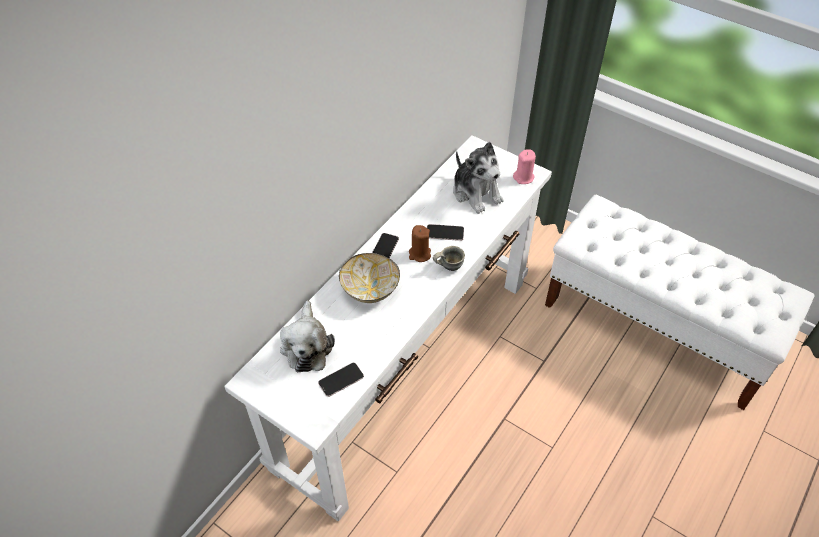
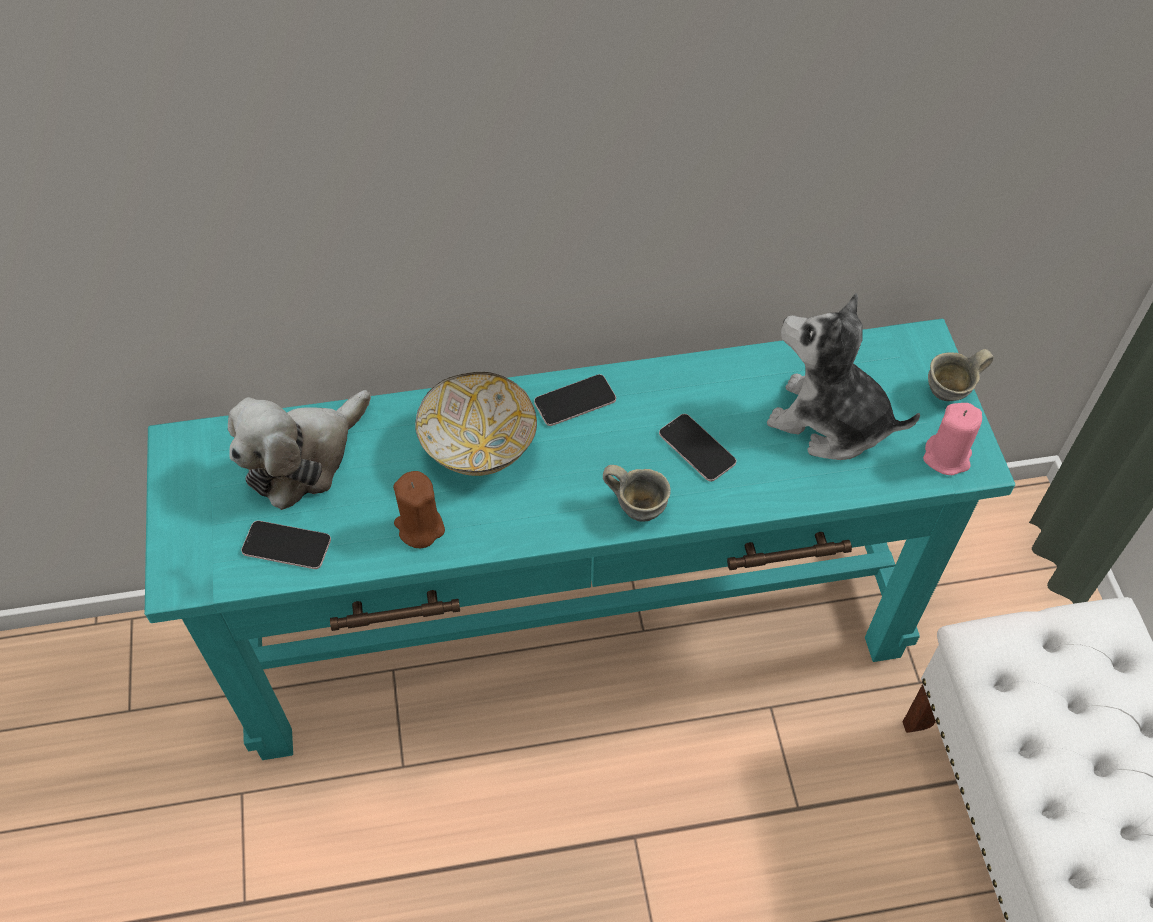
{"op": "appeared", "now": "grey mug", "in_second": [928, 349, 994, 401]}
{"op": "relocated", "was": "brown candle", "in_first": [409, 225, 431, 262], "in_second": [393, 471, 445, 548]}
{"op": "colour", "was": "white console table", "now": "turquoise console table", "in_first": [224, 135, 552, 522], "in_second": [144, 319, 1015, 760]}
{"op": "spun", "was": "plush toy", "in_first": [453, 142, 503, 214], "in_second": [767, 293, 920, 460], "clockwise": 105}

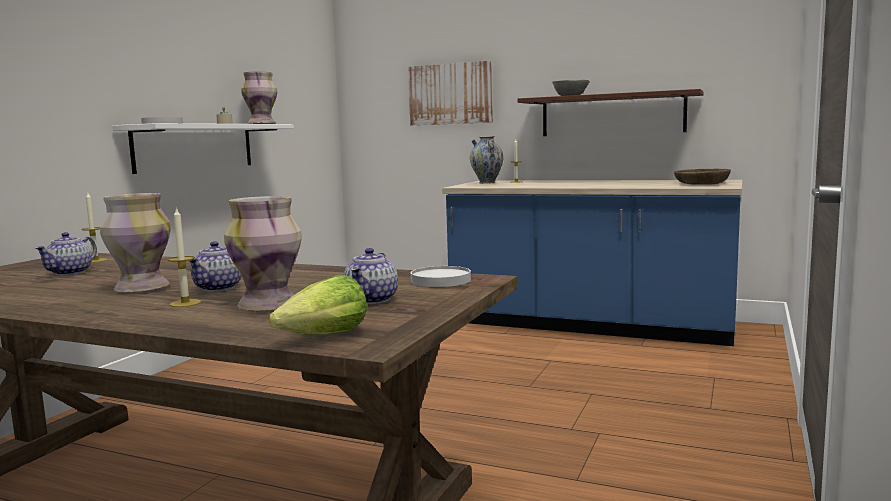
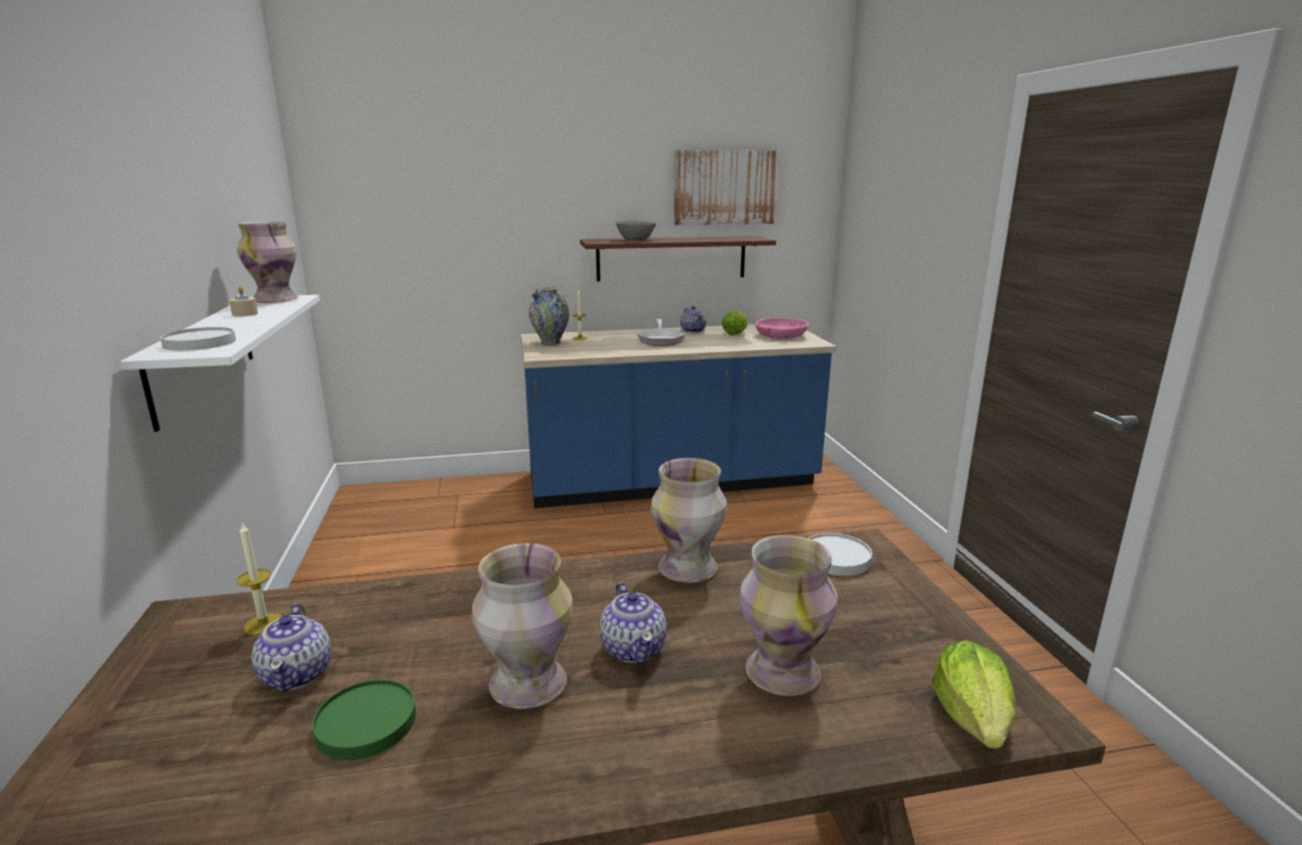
{"op": "missing", "was": "candle", "in_first": [168, 207, 201, 307]}
{"op": "appeared", "now": "green plate", "in_second": [312, 679, 416, 760]}
{"op": "appeared", "now": "frying pan", "in_second": [637, 319, 686, 346]}
{"op": "appeared", "now": "vase", "in_second": [651, 458, 727, 583]}
{"op": "appeared", "now": "lettuce", "in_second": [721, 311, 747, 335]}
{"op": "relocated", "was": "teapot", "in_first": [344, 248, 398, 304], "in_second": [680, 306, 706, 333]}
{"op": "relocated", "was": "picture", "in_first": [408, 61, 493, 125], "in_second": [674, 150, 780, 225]}
{"op": "colour", "was": "brown bowl", "now": "pink bowl", "in_first": [674, 169, 731, 185], "in_second": [755, 318, 809, 339]}

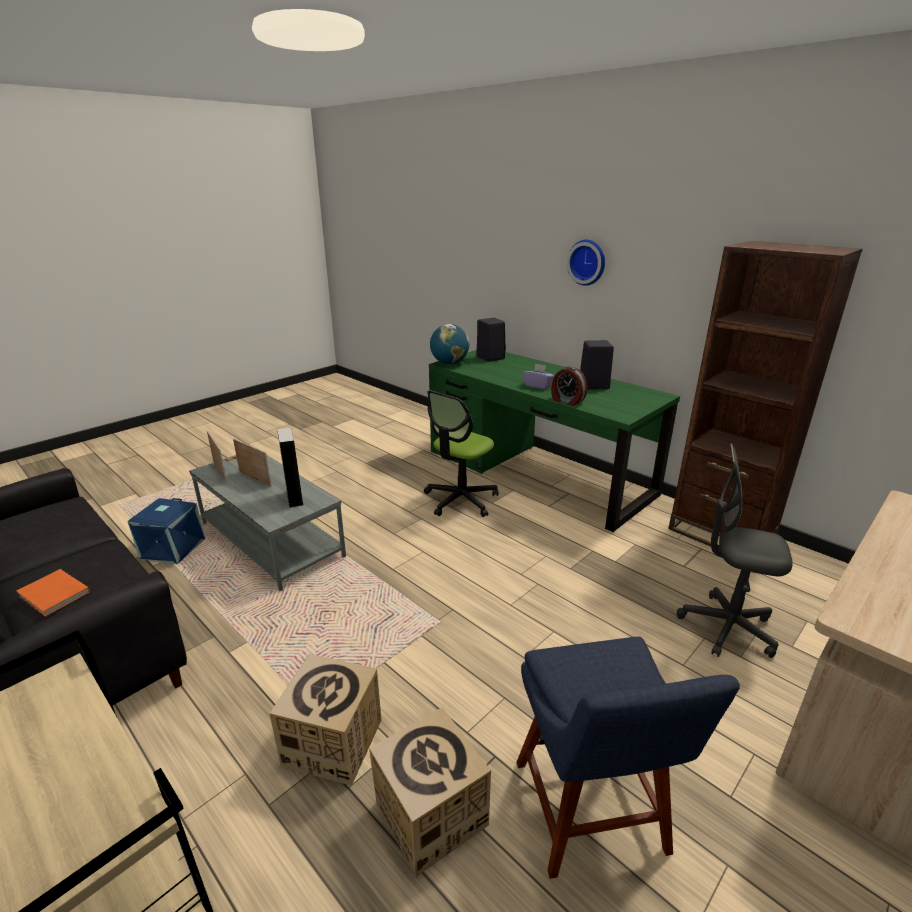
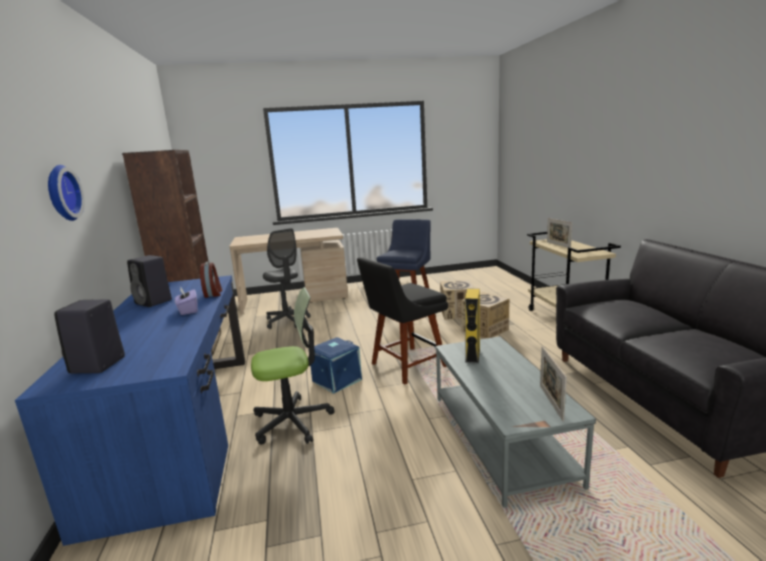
{"op": "missing", "was": "orange book", "in_first": [16, 569, 90, 617]}
{"op": "missing", "was": "globe", "in_first": [430, 324, 469, 364]}
{"op": "appeared", "now": "black chair", "in_second": [357, 257, 448, 385]}
{"op": "relocated", "was": "blue storage box", "in_first": [128, 498, 205, 564], "in_second": [310, 337, 362, 394]}
{"op": "relocated", "was": "picture frame", "in_first": [233, 439, 272, 487], "in_second": [547, 218, 572, 248]}
{"op": "colour", "was": "grey speaker", "now": "yellow speaker", "in_first": [277, 427, 304, 508], "in_second": [465, 289, 480, 363]}
{"op": "colour", "was": "green desk", "now": "blue desk", "in_first": [429, 350, 680, 532], "in_second": [15, 275, 245, 546]}

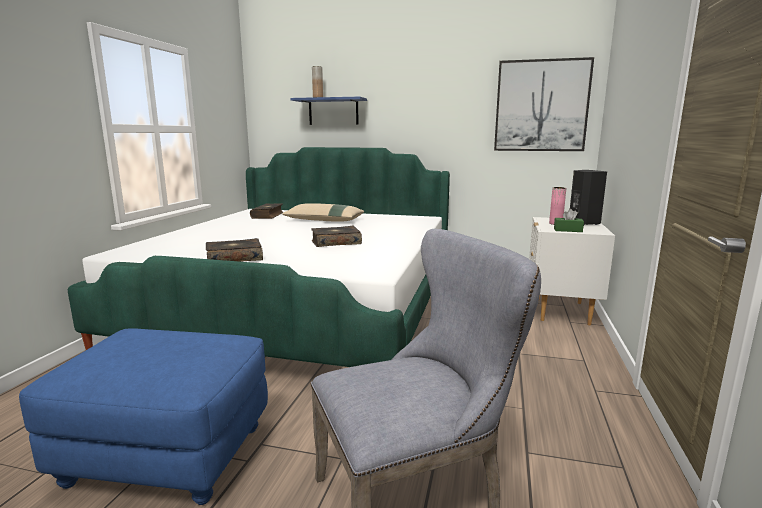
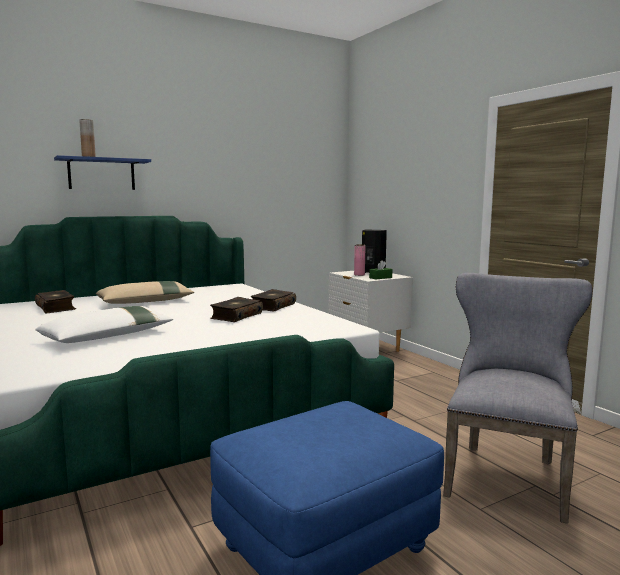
{"op": "missing", "was": "picture", "in_first": [494, 57, 594, 151]}
{"op": "appeared", "now": "white pillow", "in_second": [35, 306, 173, 343]}
{"op": "relocated", "was": "book", "in_first": [206, 238, 263, 262], "in_second": [250, 289, 296, 312]}

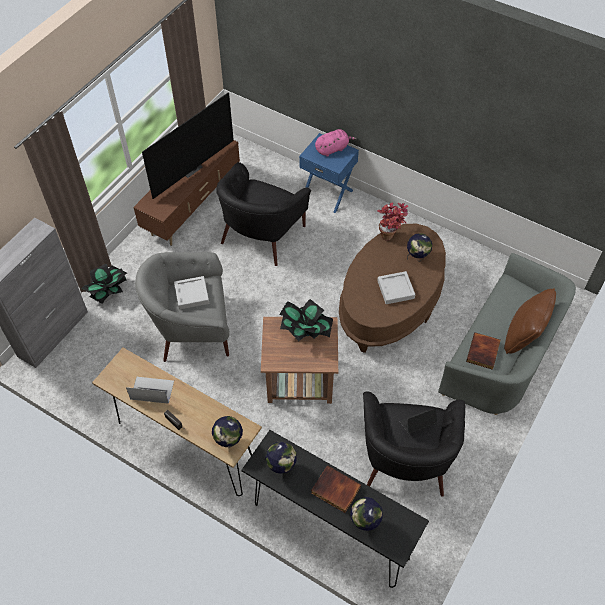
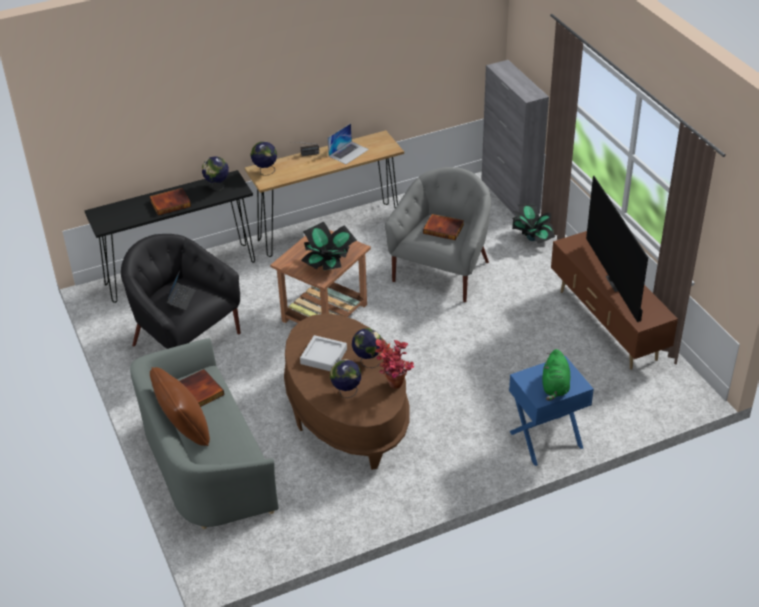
{"op": "missing", "was": "black armchair", "in_first": [216, 162, 311, 266]}
{"op": "relocated", "was": "globe", "in_first": [350, 497, 383, 531], "in_second": [352, 328, 382, 368]}
{"op": "exchanged", "was": "grey tray", "now": "book", "in_first": [174, 276, 209, 310], "in_second": [423, 214, 464, 240]}
{"op": "colour", "was": "pink plush toy", "now": "green plush toy", "in_first": [315, 129, 357, 157], "in_second": [542, 349, 570, 401]}

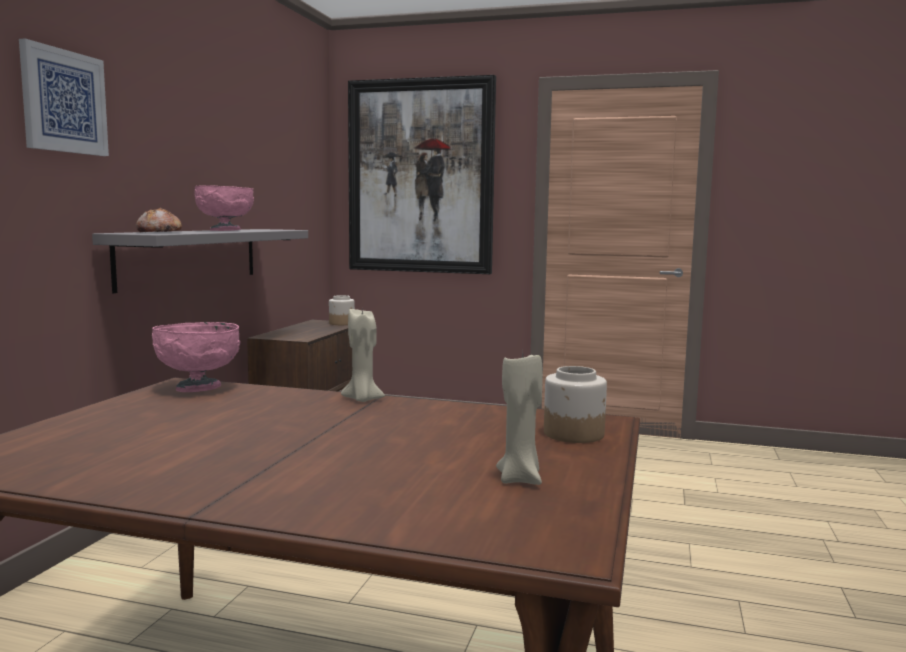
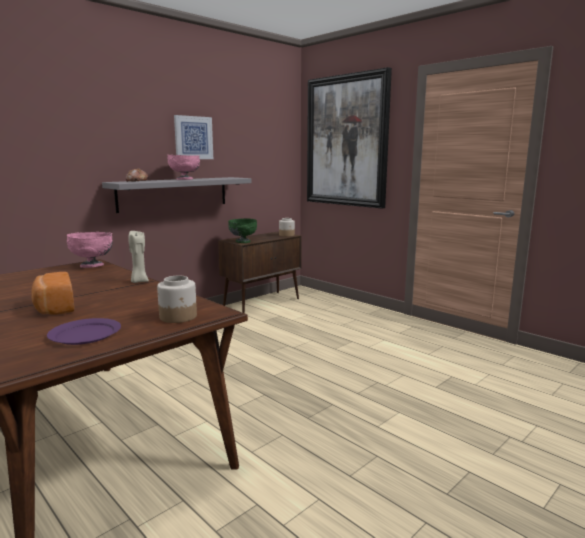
{"op": "appeared", "now": "bread", "in_second": [31, 272, 74, 315]}
{"op": "appeared", "now": "green bowl", "in_second": [228, 218, 257, 243]}
{"op": "relocated", "was": "picture", "in_first": [19, 39, 109, 156], "in_second": [174, 115, 213, 159]}
{"op": "exchanged", "was": "beige candle", "now": "purple plate", "in_first": [496, 352, 543, 485], "in_second": [47, 318, 121, 345]}

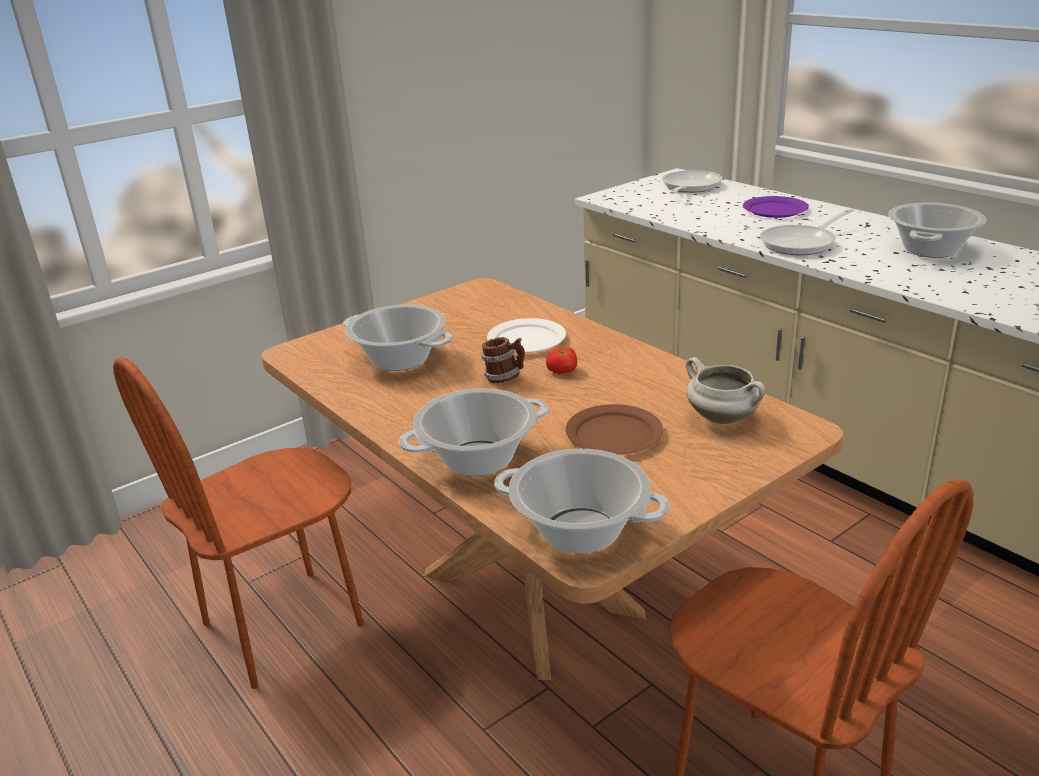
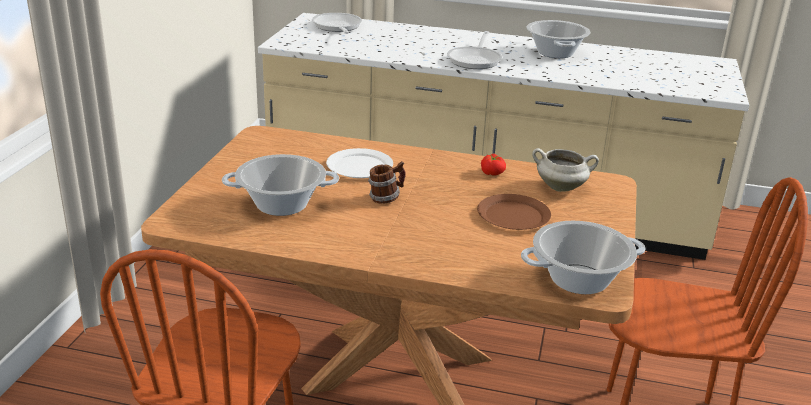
{"op": "missing", "was": "cooking pot", "in_first": [399, 388, 549, 476]}
{"op": "missing", "was": "purple plate", "in_first": [743, 196, 809, 218]}
{"op": "relocated", "was": "tomato", "in_first": [546, 347, 577, 374], "in_second": [481, 154, 506, 176]}

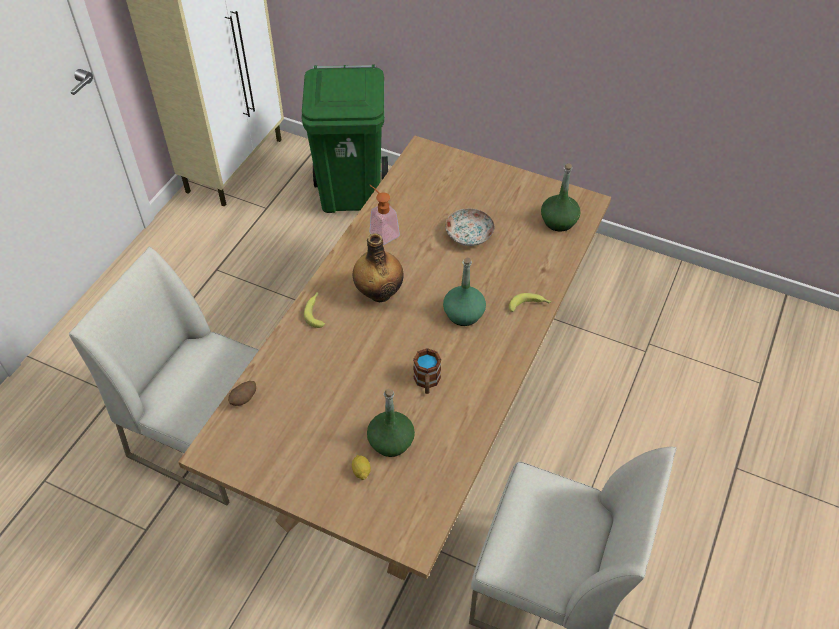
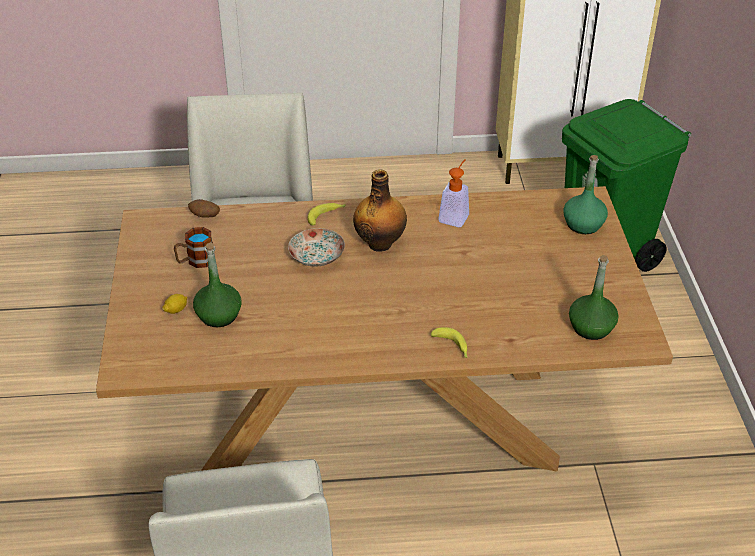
{"op": "relocated", "was": "mug", "in_first": [413, 348, 441, 394], "in_second": [174, 227, 213, 268]}
{"op": "relocated", "was": "green bottle", "in_first": [443, 258, 486, 326], "in_second": [563, 155, 608, 234]}
{"op": "relocated", "was": "plate", "in_first": [445, 208, 494, 246], "in_second": [288, 228, 345, 267]}

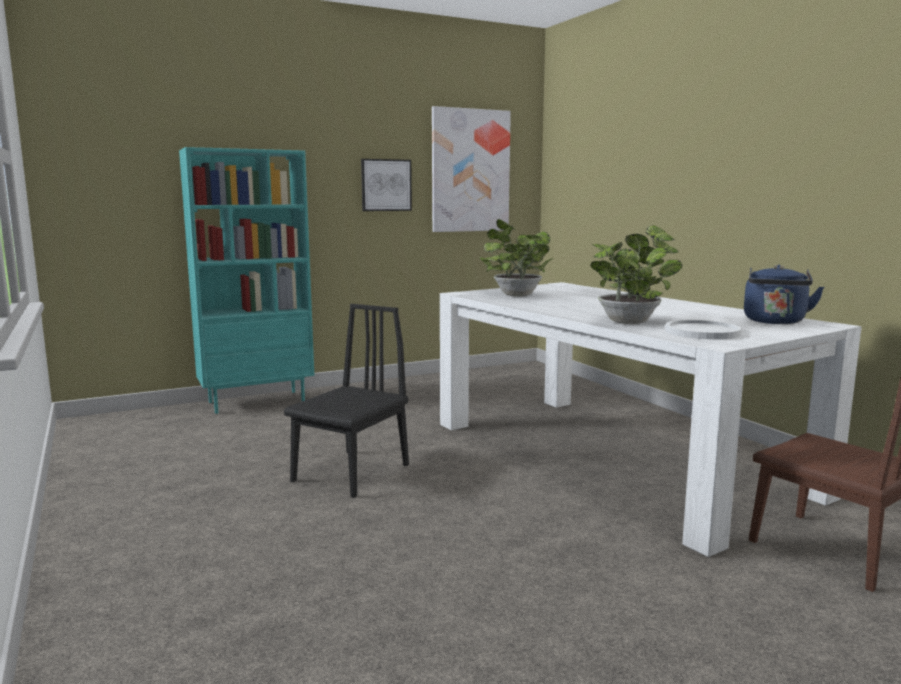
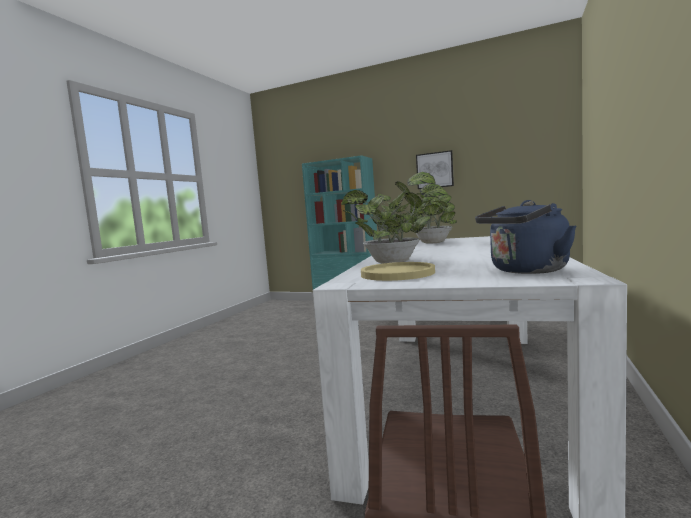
{"op": "missing", "was": "black chair", "in_first": [284, 304, 409, 498]}
{"op": "missing", "was": "picture", "in_first": [432, 106, 511, 232]}
{"op": "colour", "was": "white plate", "now": "yellow plate", "in_first": [665, 320, 742, 340], "in_second": [361, 262, 435, 281]}

